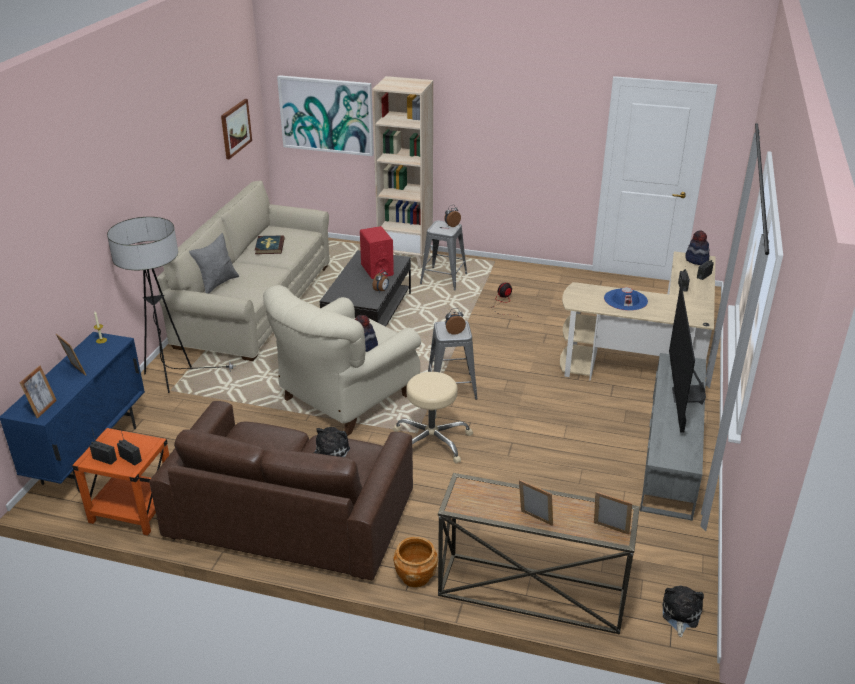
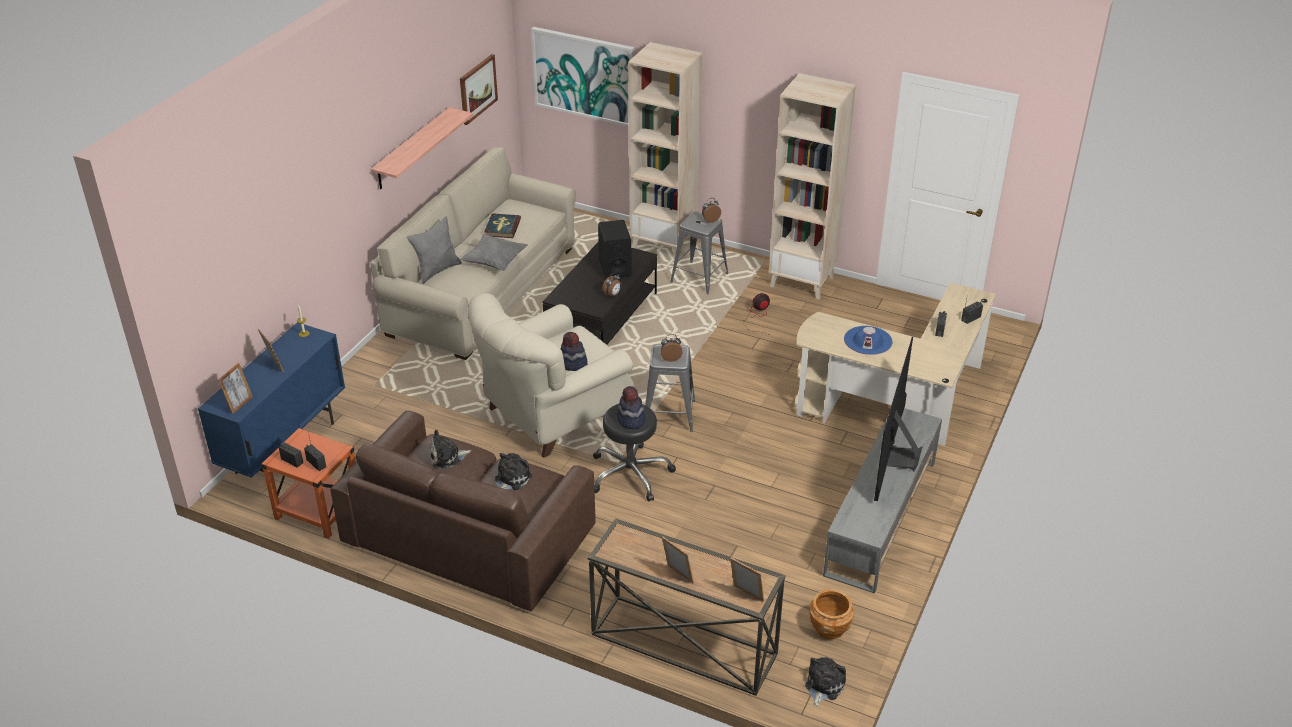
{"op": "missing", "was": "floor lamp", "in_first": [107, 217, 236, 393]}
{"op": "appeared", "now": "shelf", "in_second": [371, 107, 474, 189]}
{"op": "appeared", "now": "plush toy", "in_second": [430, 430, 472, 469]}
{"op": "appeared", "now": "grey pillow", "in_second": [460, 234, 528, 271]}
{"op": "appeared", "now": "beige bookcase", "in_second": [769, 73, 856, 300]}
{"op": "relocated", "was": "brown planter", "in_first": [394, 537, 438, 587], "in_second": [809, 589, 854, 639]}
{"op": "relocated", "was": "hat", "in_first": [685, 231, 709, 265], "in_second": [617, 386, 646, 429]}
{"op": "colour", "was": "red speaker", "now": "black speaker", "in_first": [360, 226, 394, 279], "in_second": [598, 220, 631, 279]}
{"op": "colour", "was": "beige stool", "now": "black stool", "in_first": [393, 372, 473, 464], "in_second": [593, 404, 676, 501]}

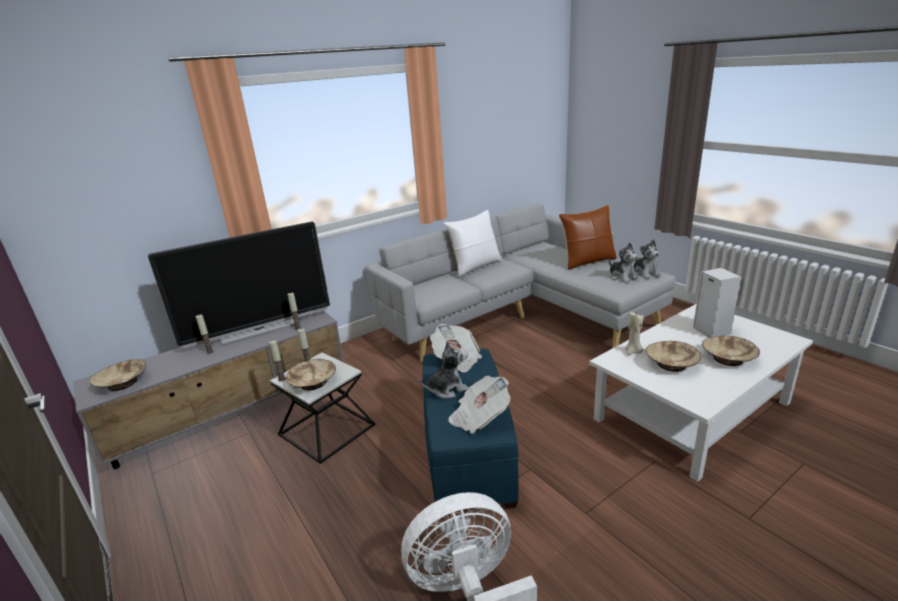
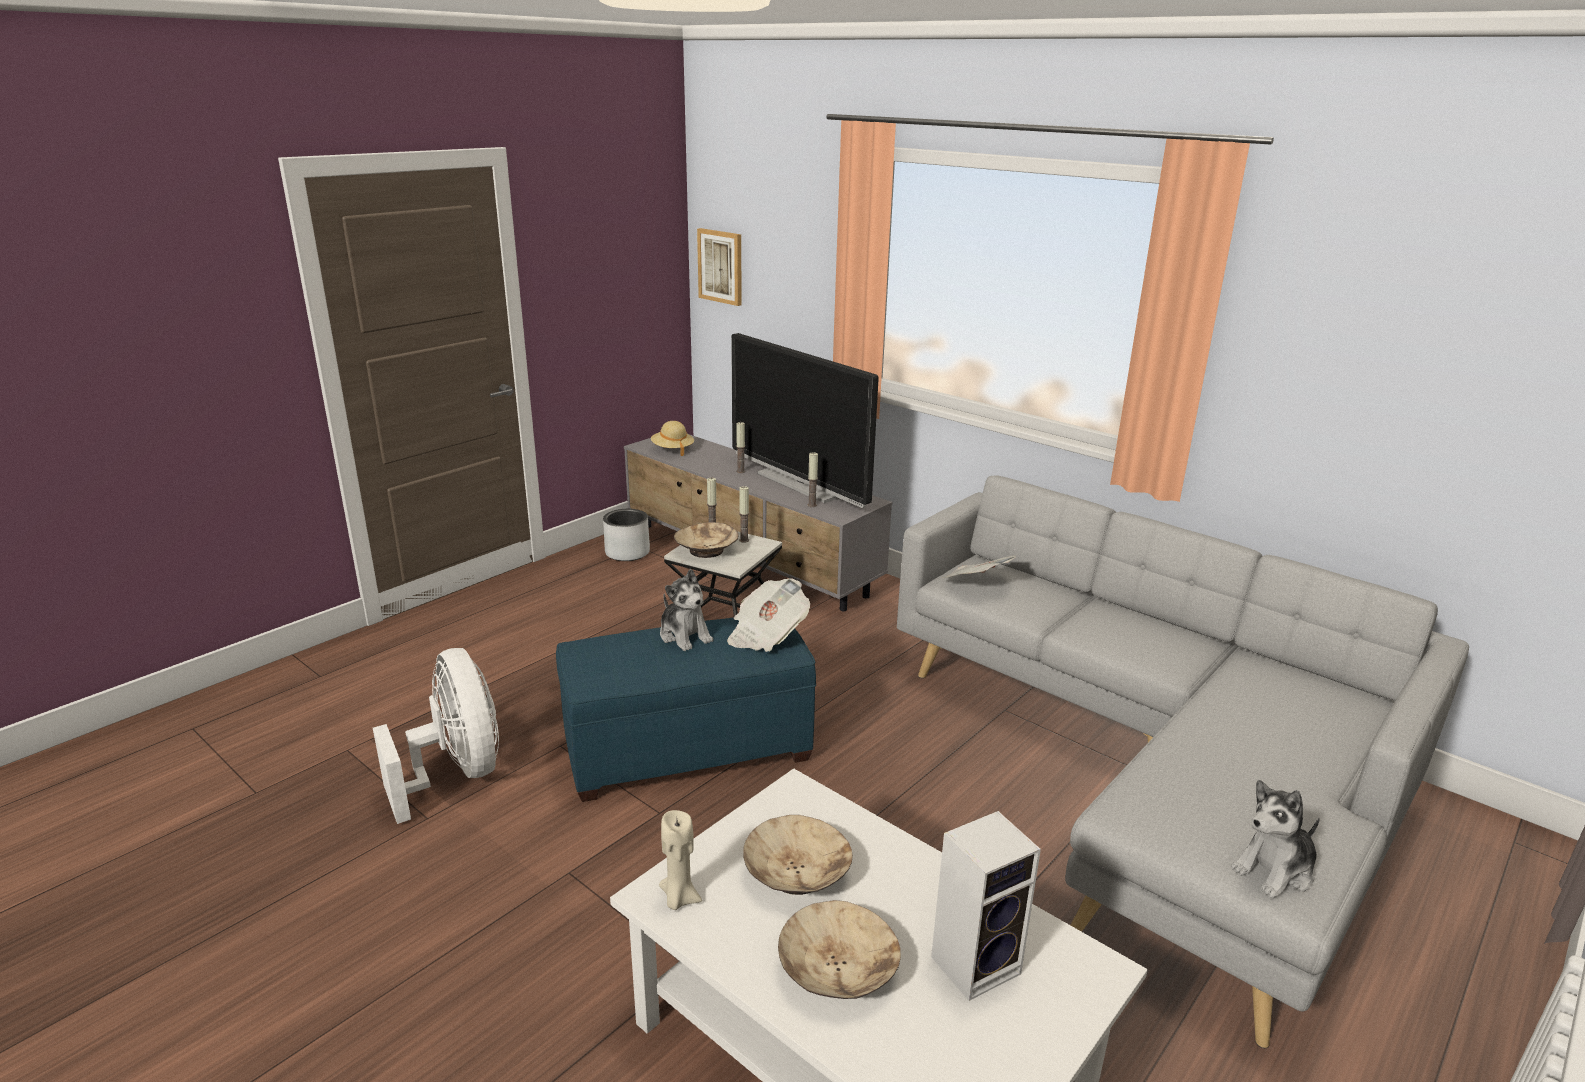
{"op": "missing", "was": "white pillow", "in_first": [444, 210, 502, 277]}
{"op": "missing", "was": "brown pillow", "in_first": [559, 205, 617, 270]}
{"op": "missing", "was": "plush toy", "in_first": [609, 243, 638, 283]}
{"op": "appeared", "now": "grey planter", "in_second": [603, 509, 650, 561]}
{"op": "appeared", "now": "picture", "in_second": [697, 228, 742, 306]}
{"op": "relocated", "was": "newspaper", "in_first": [448, 376, 510, 434], "in_second": [943, 555, 1016, 578]}
{"op": "relocated", "was": "beige candle", "in_first": [625, 312, 644, 355], "in_second": [659, 810, 702, 910]}
{"op": "exchanged", "was": "beige bowl", "now": "beige hat", "in_first": [89, 359, 146, 391], "in_second": [651, 421, 694, 456]}

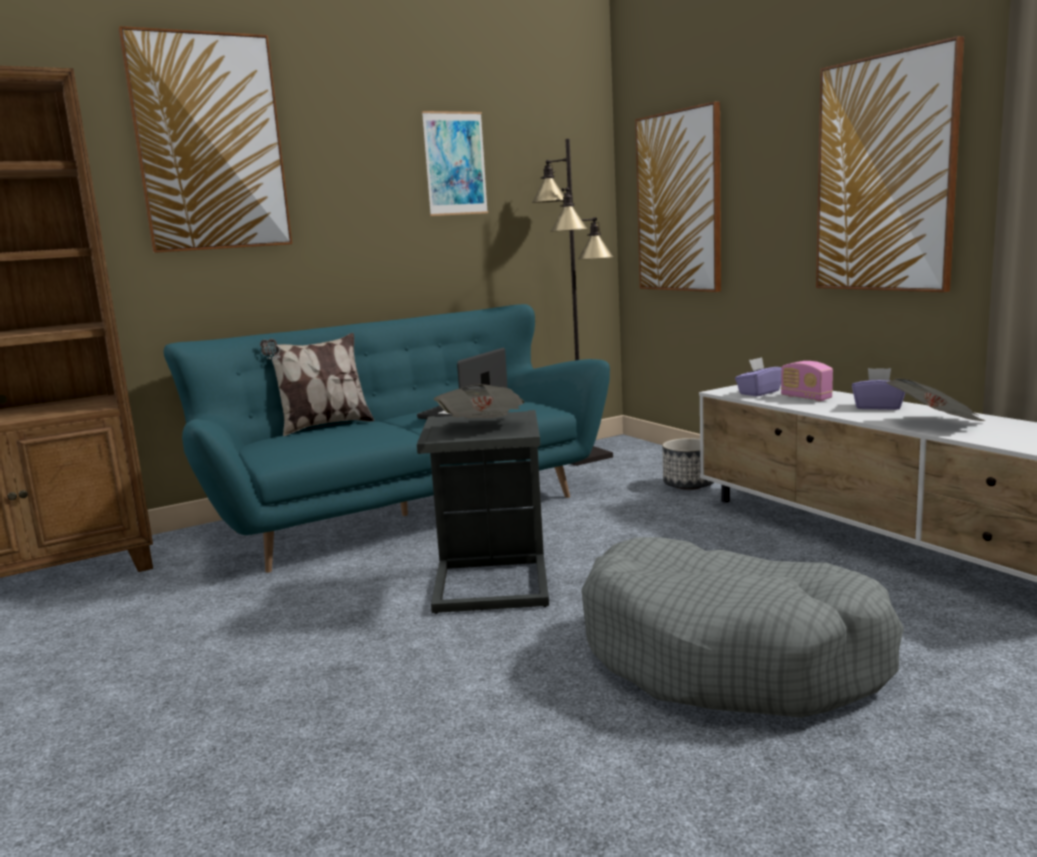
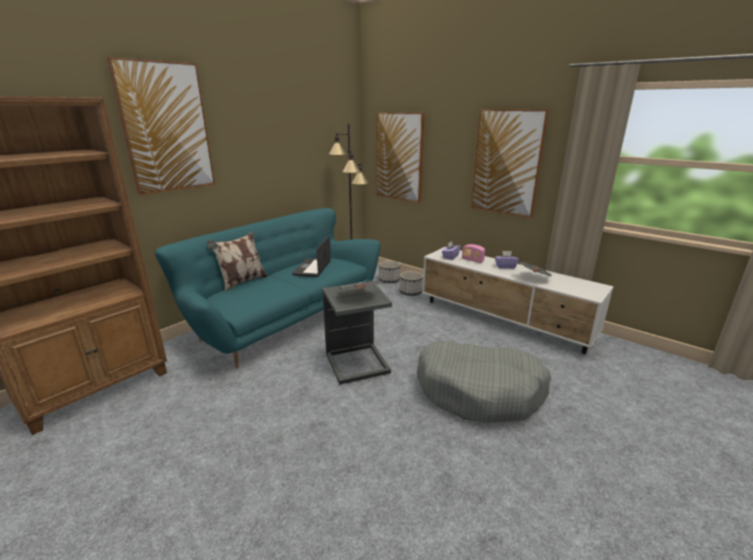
{"op": "missing", "was": "picture", "in_first": [422, 111, 488, 216]}
{"op": "appeared", "now": "planter", "in_second": [379, 260, 400, 283]}

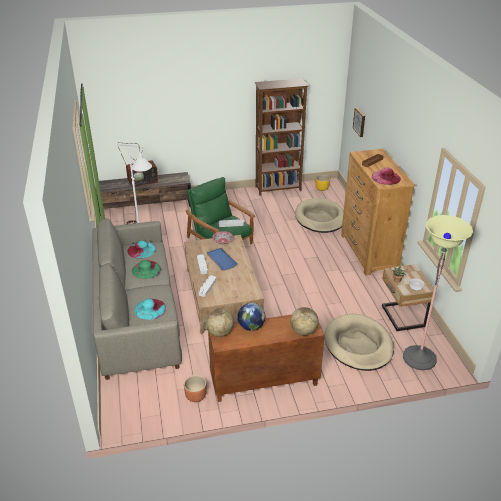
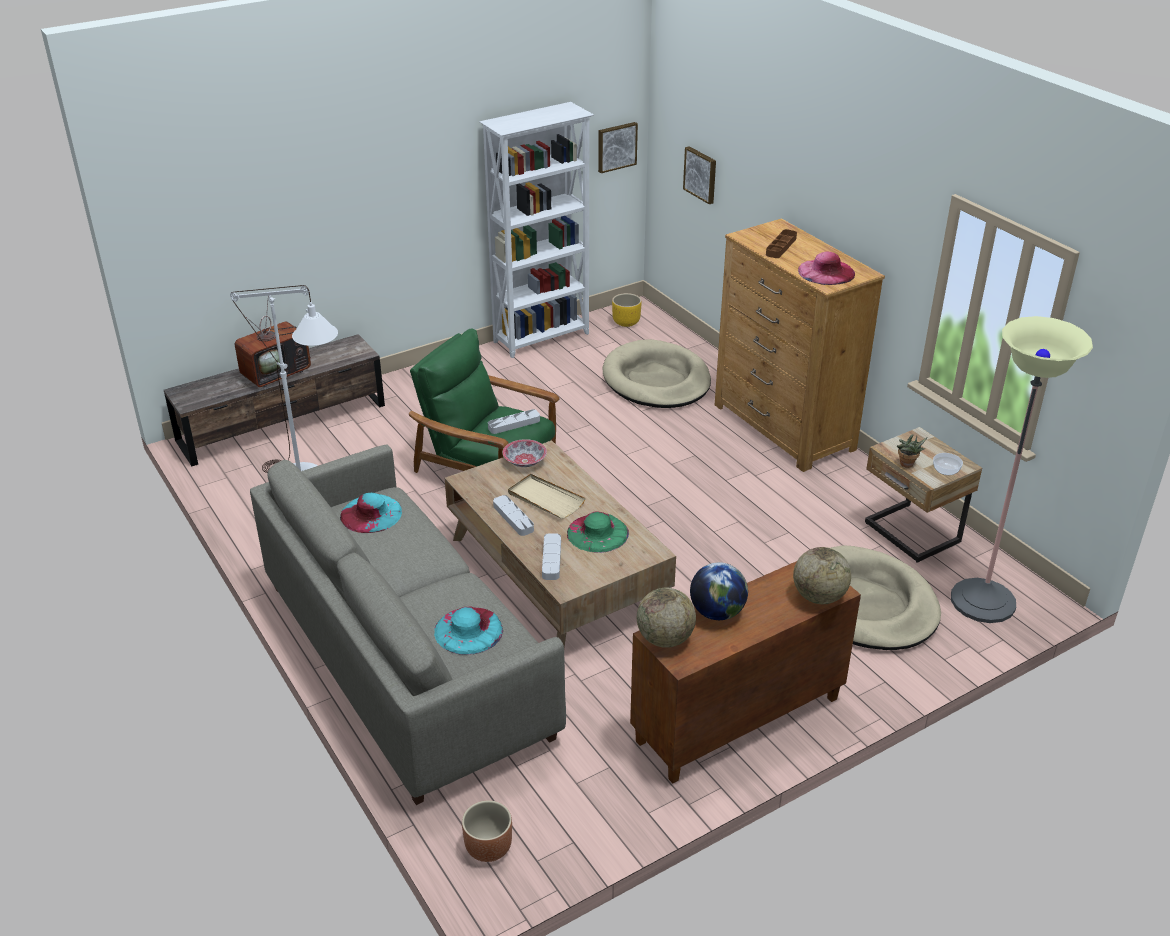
{"op": "appeared", "now": "picture", "in_second": [598, 122, 638, 173]}
{"op": "relocated", "was": "green hat", "in_first": [132, 260, 161, 279], "in_second": [567, 512, 629, 553]}
{"op": "relocated", "was": "brown planter", "in_first": [184, 375, 206, 402], "in_second": [462, 800, 512, 862]}
{"op": "colour", "was": "blue tray", "now": "beige tray", "in_first": [207, 248, 238, 271], "in_second": [508, 474, 586, 519]}
{"op": "colour", "was": "brown bookcase", "now": "white bookcase", "in_first": [255, 78, 309, 196], "in_second": [480, 102, 594, 358]}

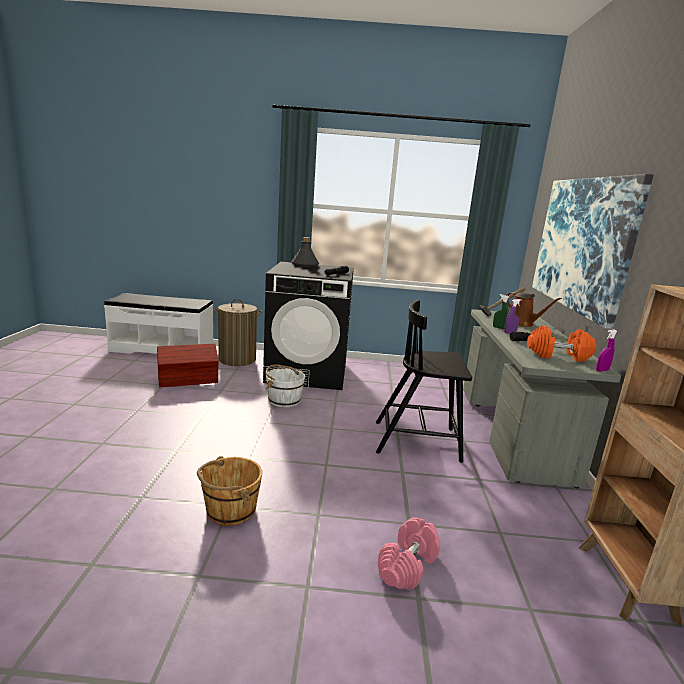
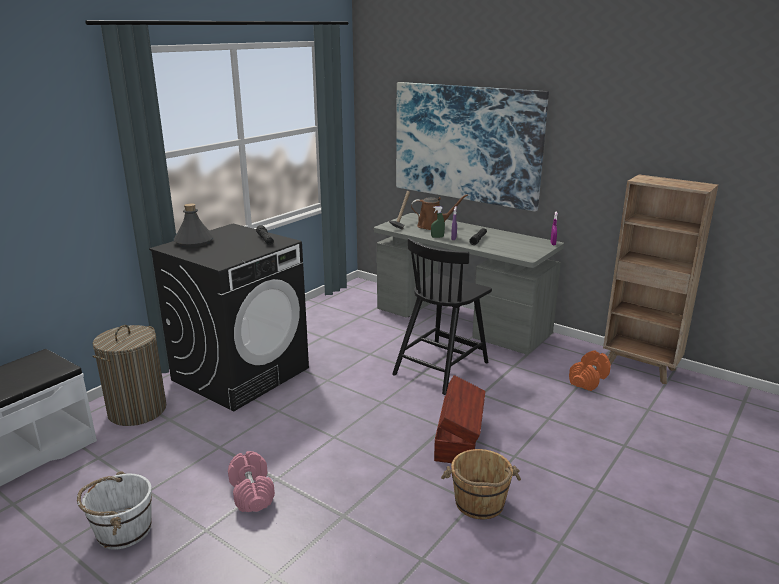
{"op": "relocated", "was": "brown storage box", "in_first": [157, 344, 219, 387], "in_second": [434, 375, 485, 463]}
{"op": "relocated", "was": "white bucket", "in_first": [265, 364, 305, 408], "in_second": [77, 471, 152, 550]}
{"op": "relocated", "was": "pink dumbbell", "in_first": [378, 518, 440, 590], "in_second": [228, 451, 275, 512]}
{"op": "relocated", "was": "orange dumbbell", "in_first": [527, 326, 596, 362], "in_second": [569, 350, 611, 391]}

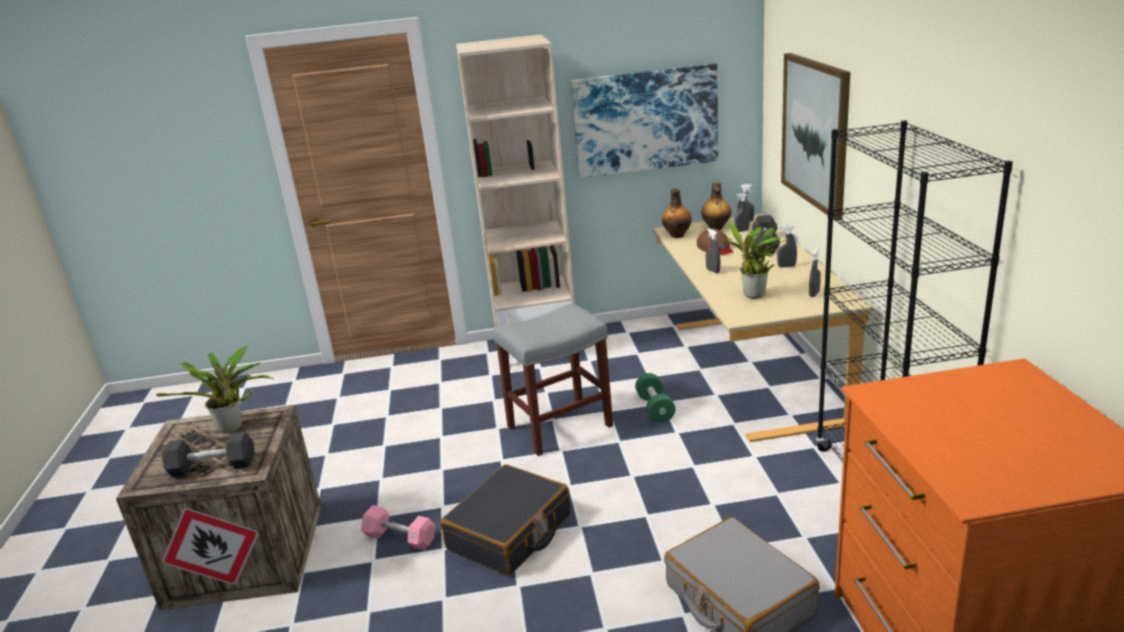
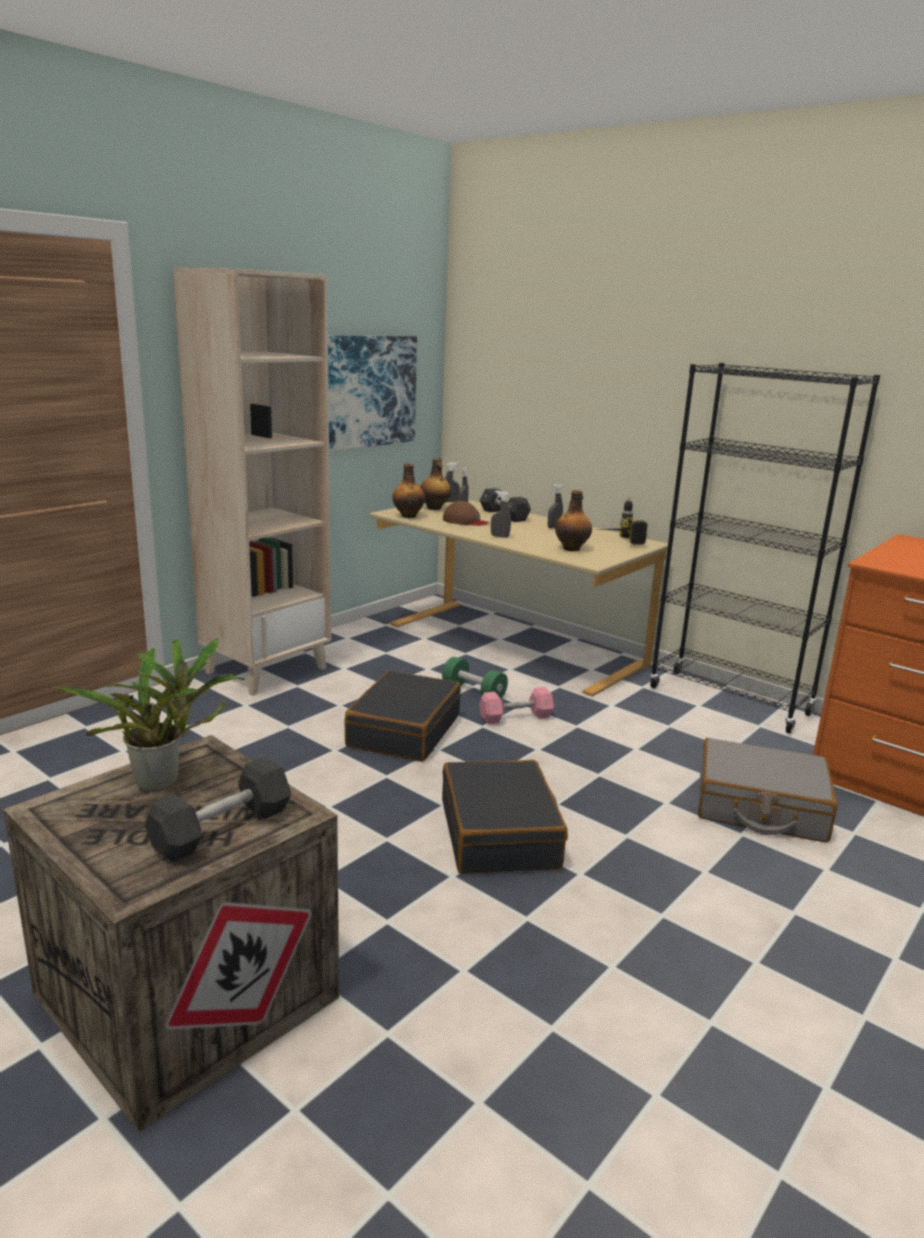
{"op": "missing", "was": "picture", "in_first": [781, 53, 850, 221]}
{"op": "relocated", "was": "pink dumbbell", "in_first": [361, 505, 435, 551], "in_second": [479, 687, 554, 724]}
{"op": "exchanged", "was": "grey stool", "now": "black suitcase", "in_first": [493, 303, 613, 456], "in_second": [345, 671, 461, 762]}
{"op": "exchanged", "was": "potted plant", "now": "bottle", "in_first": [716, 222, 788, 299], "in_second": [555, 490, 592, 551]}
{"op": "exchanged", "was": "grey spray bottle", "now": "power drill", "in_first": [809, 247, 821, 297], "in_second": [601, 497, 648, 545]}

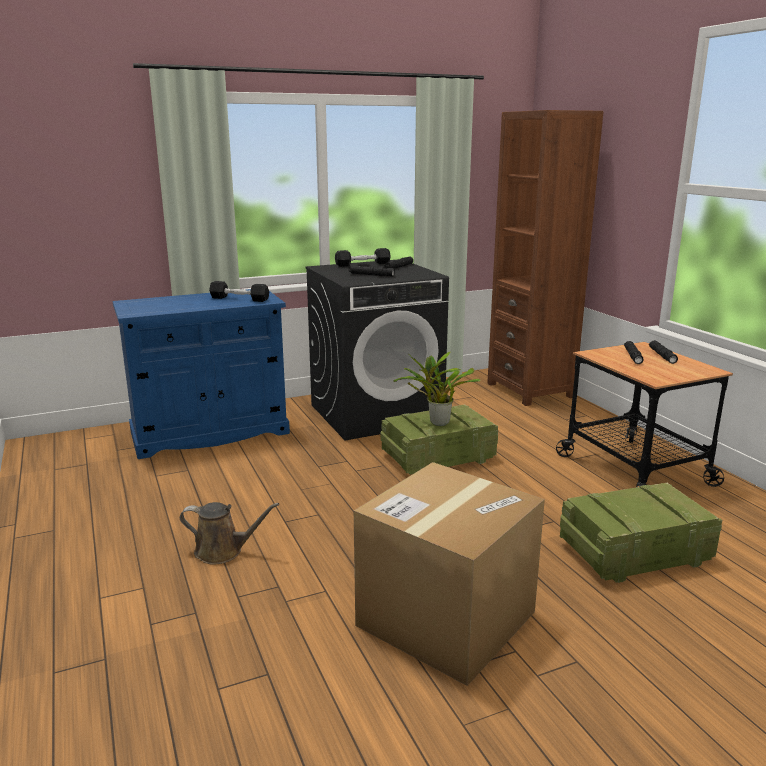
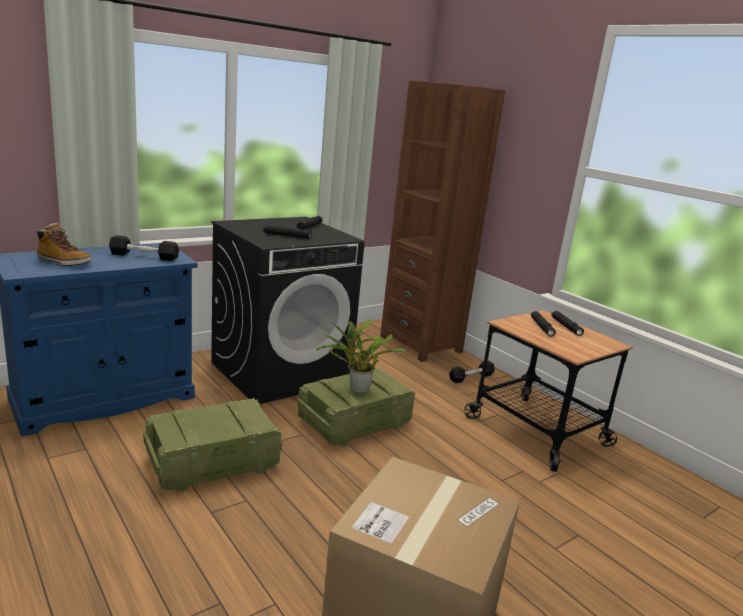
{"op": "missing", "was": "brown watering can", "in_first": [180, 502, 279, 564]}
{"op": "appeared", "now": "boot", "in_second": [36, 223, 92, 266]}
{"op": "relocated", "was": "black dumbbell", "in_first": [335, 248, 391, 267], "in_second": [449, 360, 495, 383]}
{"op": "relocated", "was": "crate", "in_first": [560, 483, 722, 583], "in_second": [143, 398, 282, 492]}

